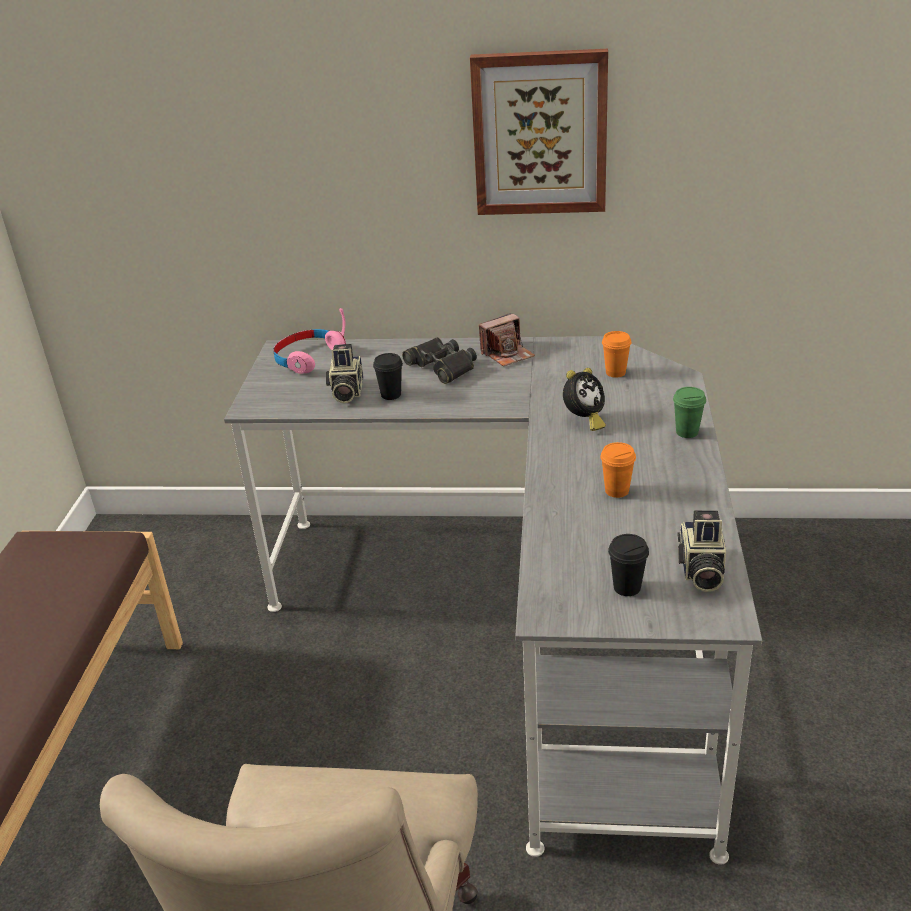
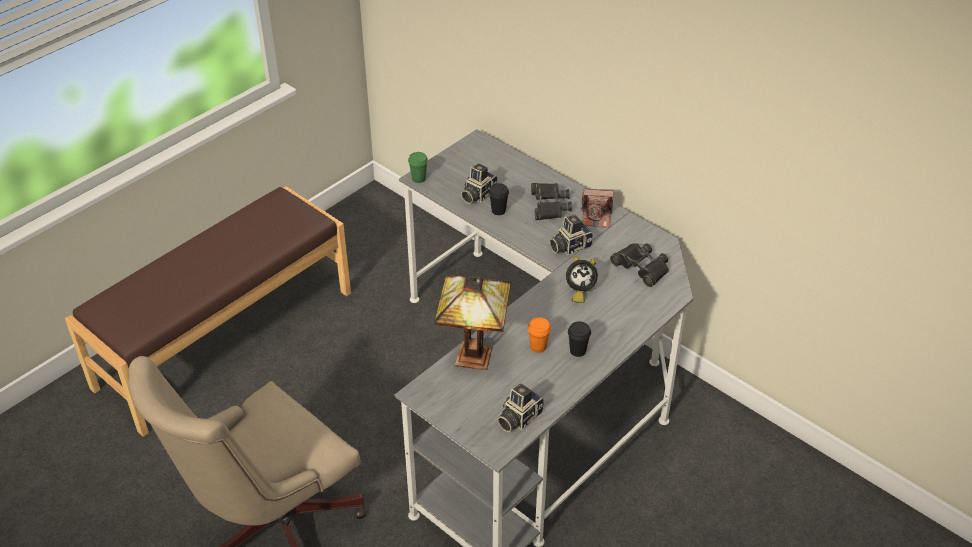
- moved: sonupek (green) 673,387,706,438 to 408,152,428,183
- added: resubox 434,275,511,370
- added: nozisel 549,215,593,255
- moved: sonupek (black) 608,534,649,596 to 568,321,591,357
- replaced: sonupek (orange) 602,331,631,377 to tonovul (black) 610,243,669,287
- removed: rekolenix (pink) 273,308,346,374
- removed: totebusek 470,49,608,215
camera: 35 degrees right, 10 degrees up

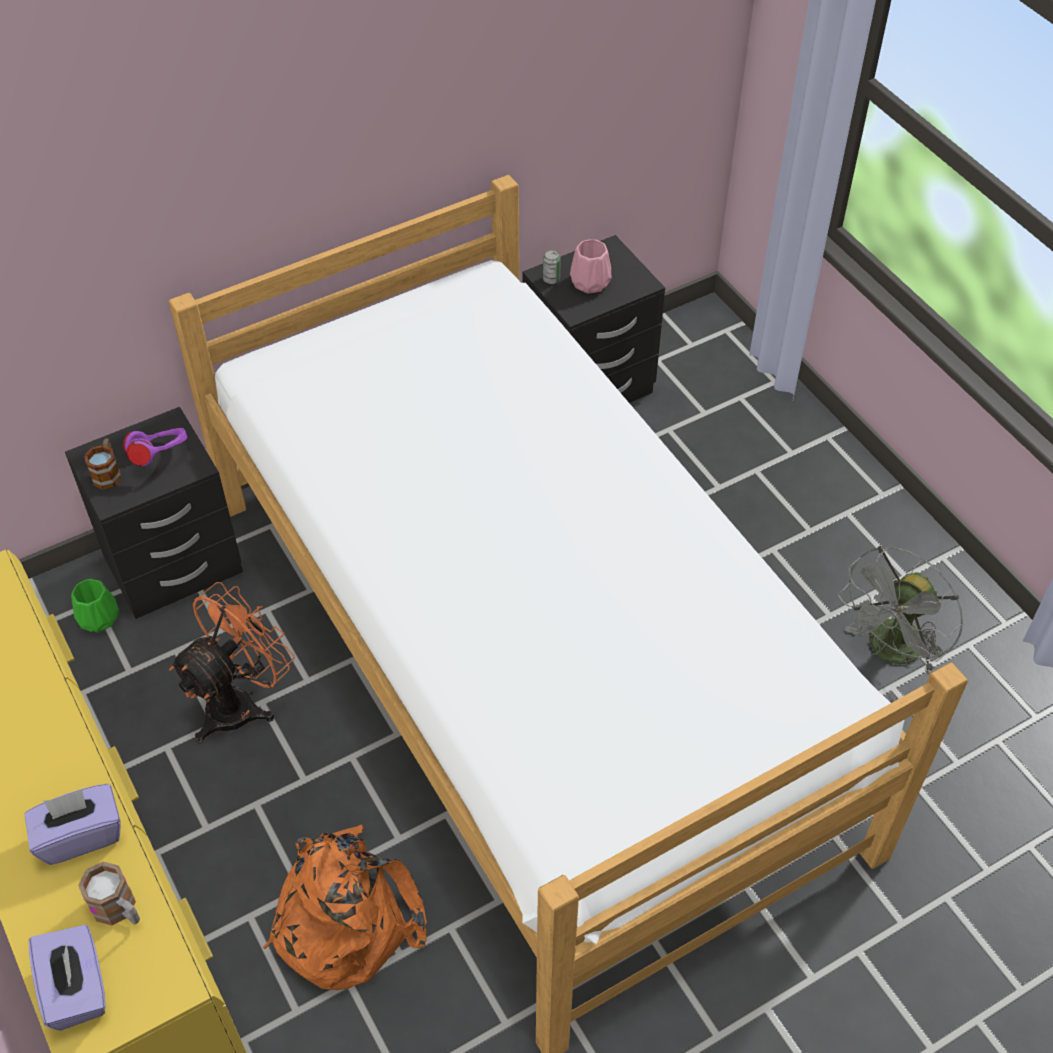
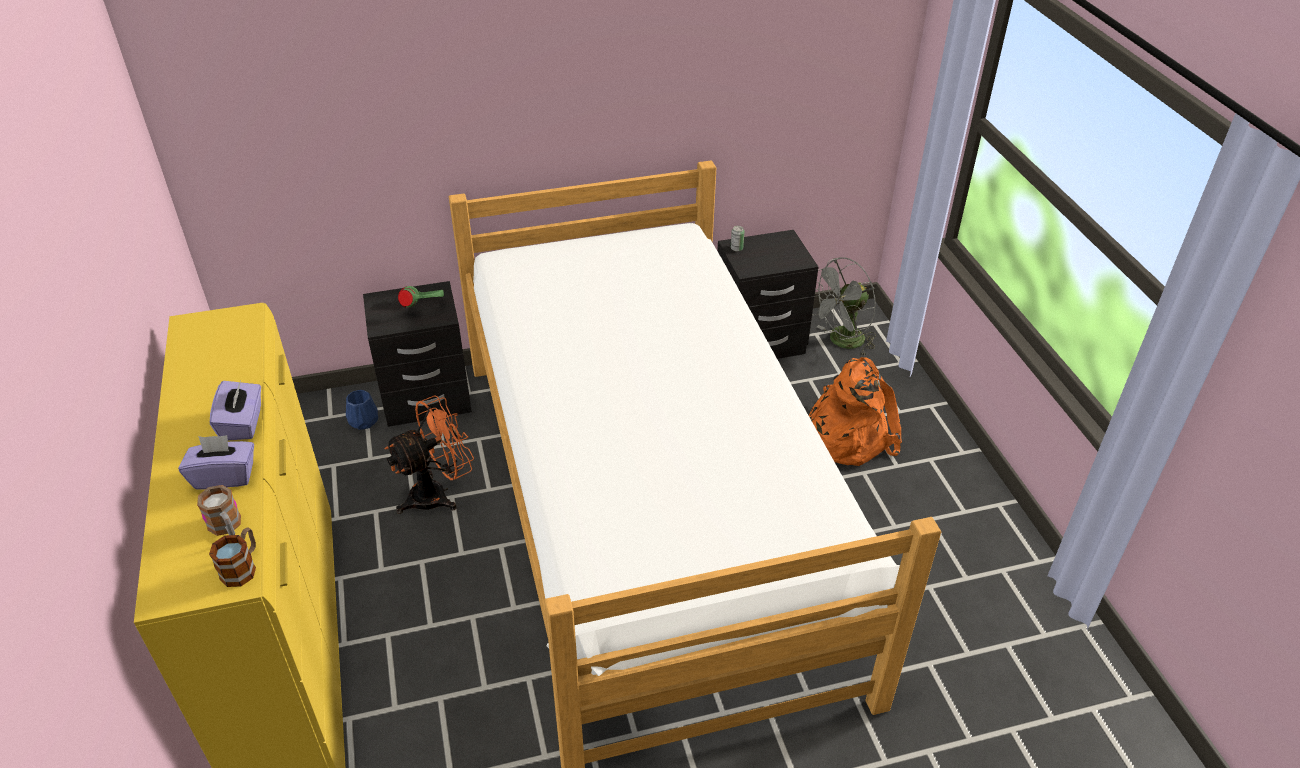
- moved: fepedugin 84,438,121,490 to 209,527,256,587
- moved: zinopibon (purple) 29,925,106,1031 to 210,380,261,440
- recoloured: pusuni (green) 71,579,119,632 to pusuni (blue) 346,390,378,430
- recoloured: rekolenix (purple) 123,428,187,466 to rekolenix (green) 398,286,444,308
- moved: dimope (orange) 263,824,427,990 to 809,357,902,466
- moved: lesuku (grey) 838,546,963,673 to 812,257,876,356
- removed: pusuni (pink) 570,239,611,294
camera: 15 degrees right, 10 degrees down

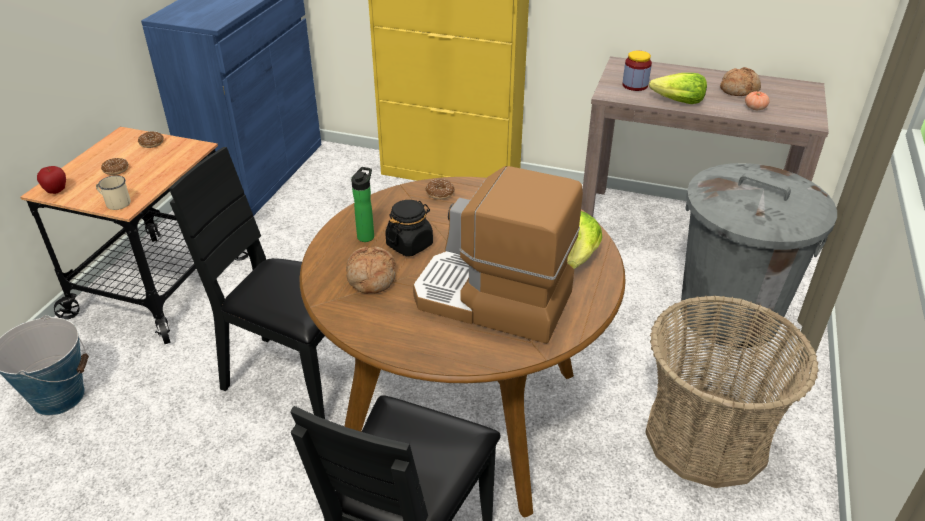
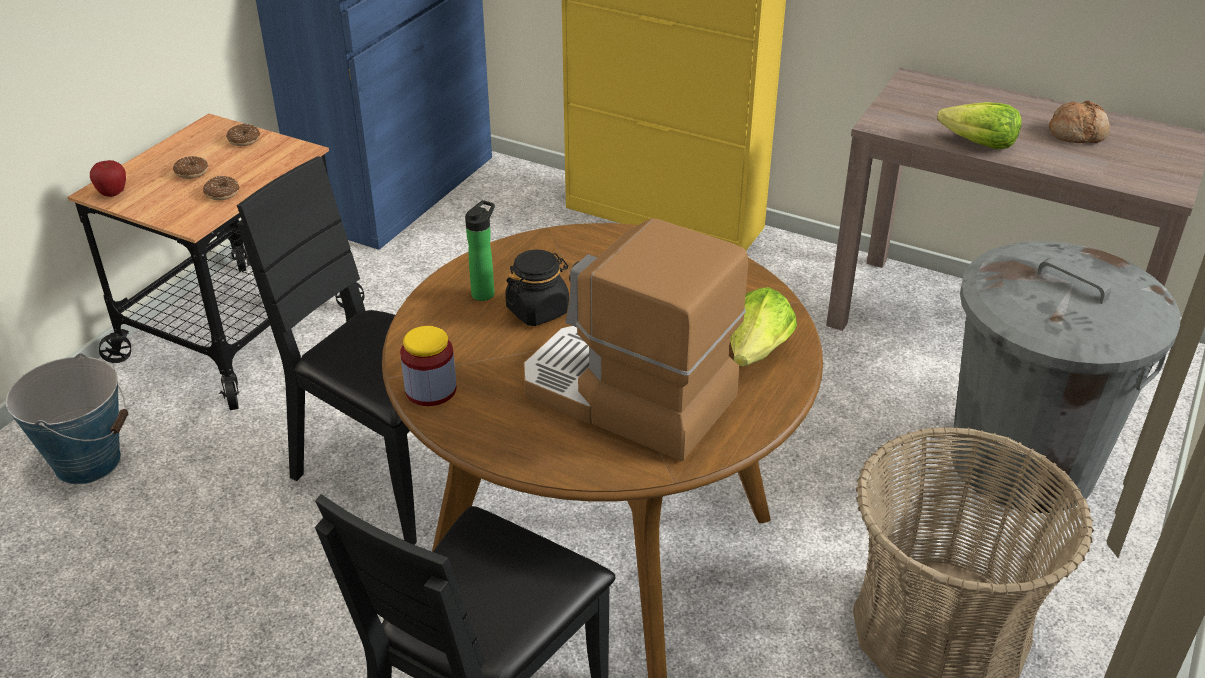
- moved: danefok 426,179,454,200 to 203,176,239,200
- moved: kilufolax 622,51,652,91 to 400,326,457,406
- removed: fepedugin (beige) 96,175,131,210
- removed: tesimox 346,246,395,294
- removed: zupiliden 745,91,770,110
camera: 10 degrees right, 0 degrees up

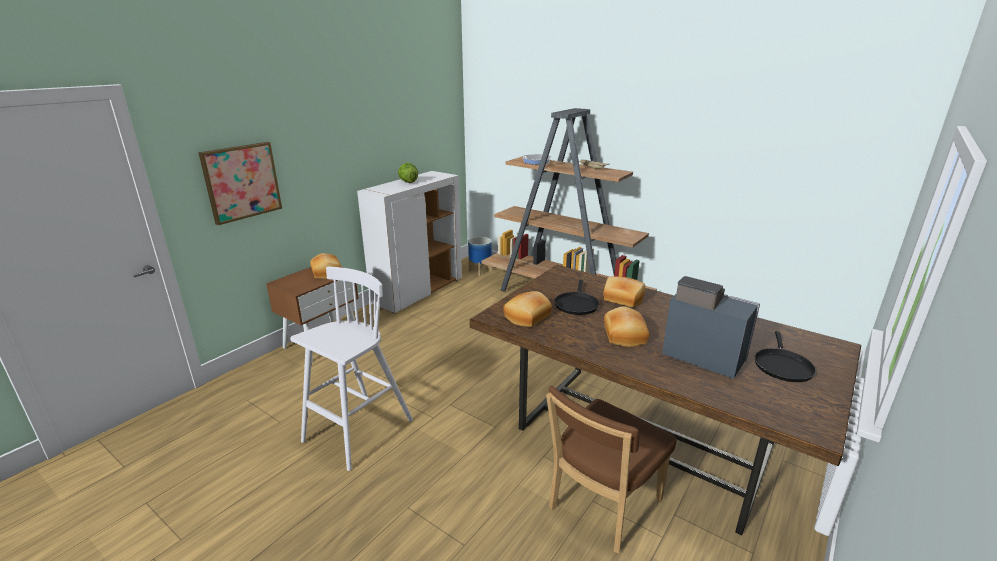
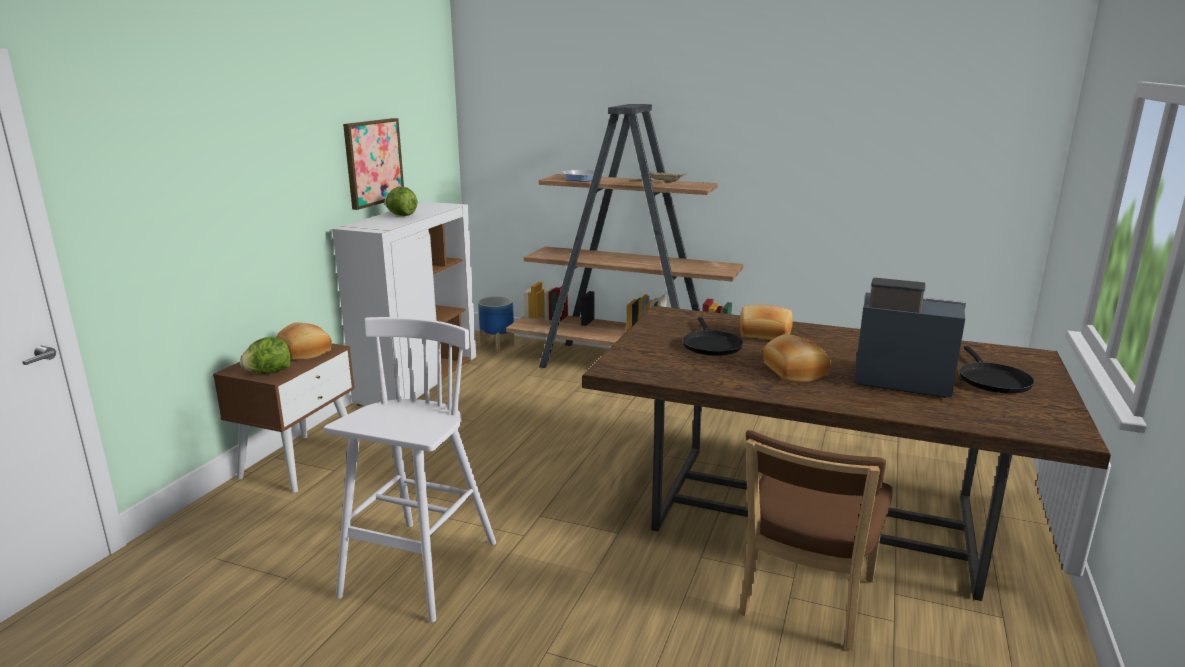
- added: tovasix 240,337,291,374
- moved: totebusek 198,142,282,225 to 343,118,404,210
- removed: tesimox 503,291,552,327
camera: 15 degrees left, 5 degrees down

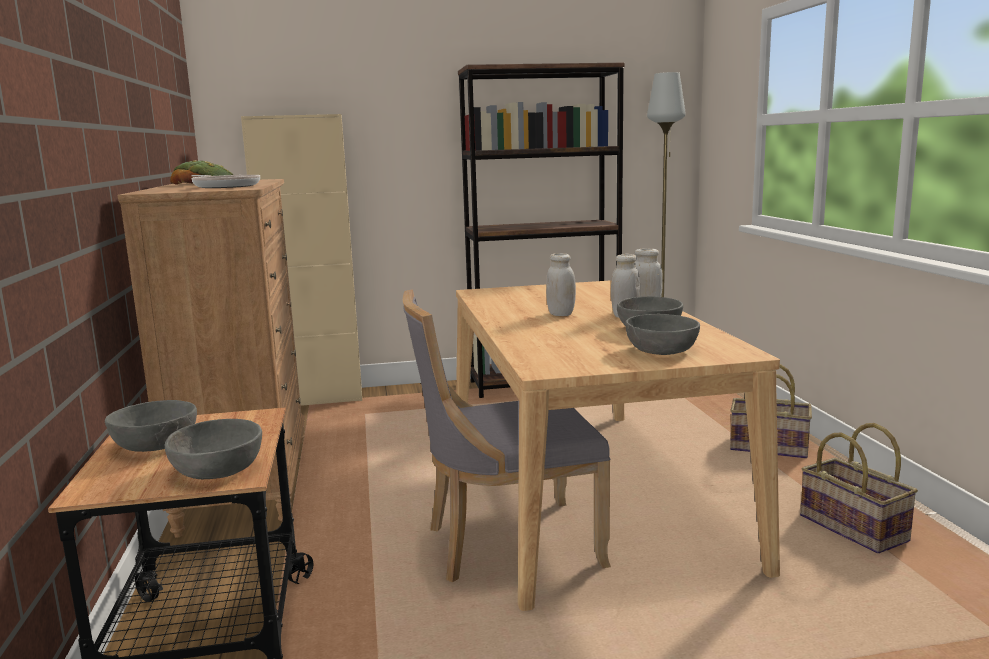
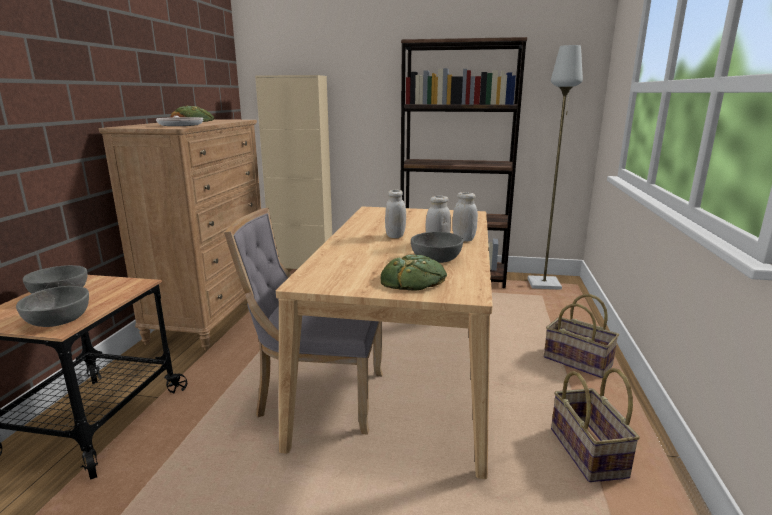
- replaced: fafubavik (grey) 625,314,700,355 to tesimox 381,255,447,290
camera: 20 degrees right, 5 degrees up

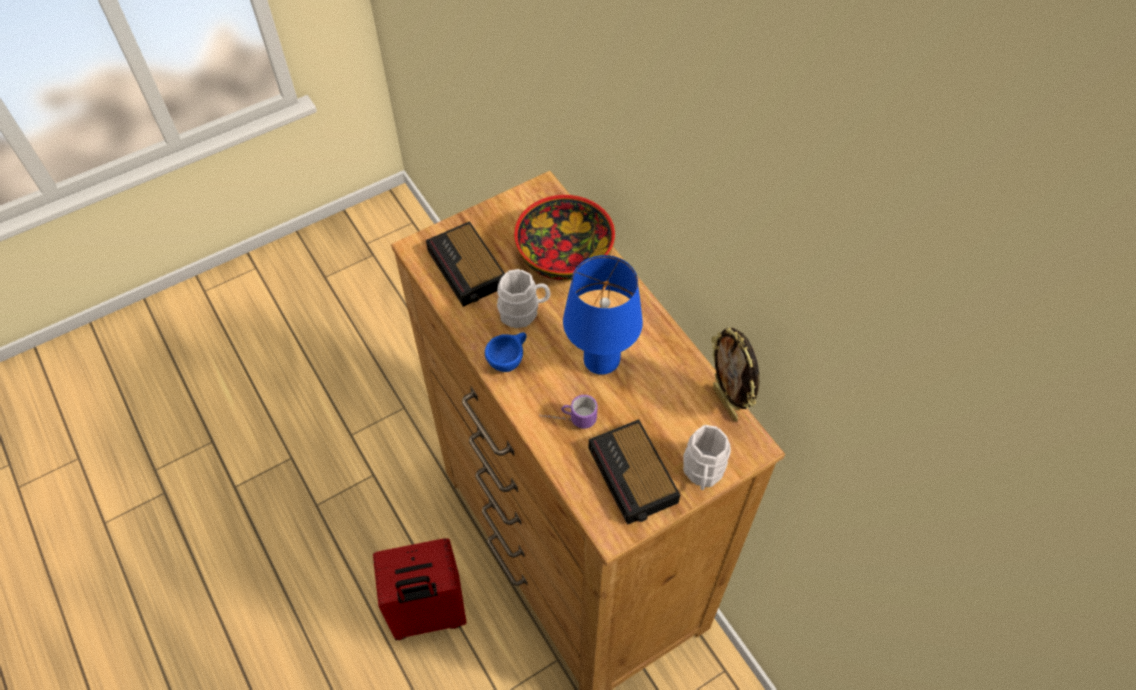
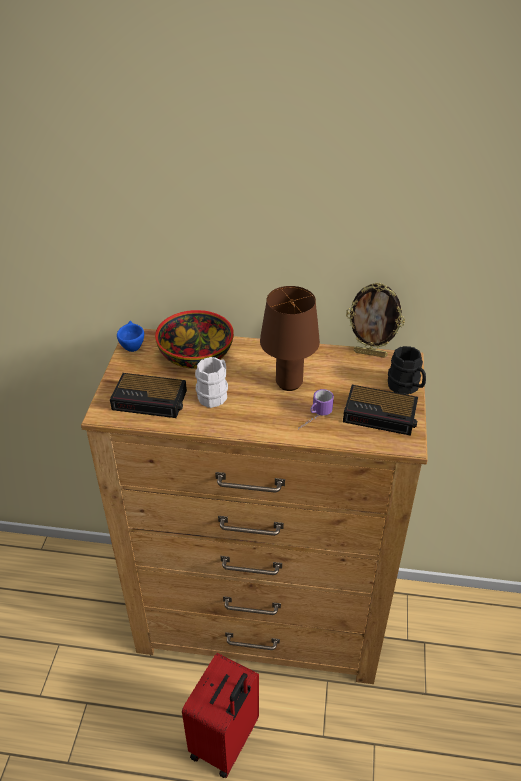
- moved: sonupek (blue) 485,332,527,372 to 117,321,144,352
- recoloured: resubox (blue) 563,255,643,375 to resubox (brown) 260,286,320,391
- recoloured: fepedugin (white) 683,425,731,490 to fepedugin (black) 388,346,426,395
camera: 50 degrees left, 15 degrees down

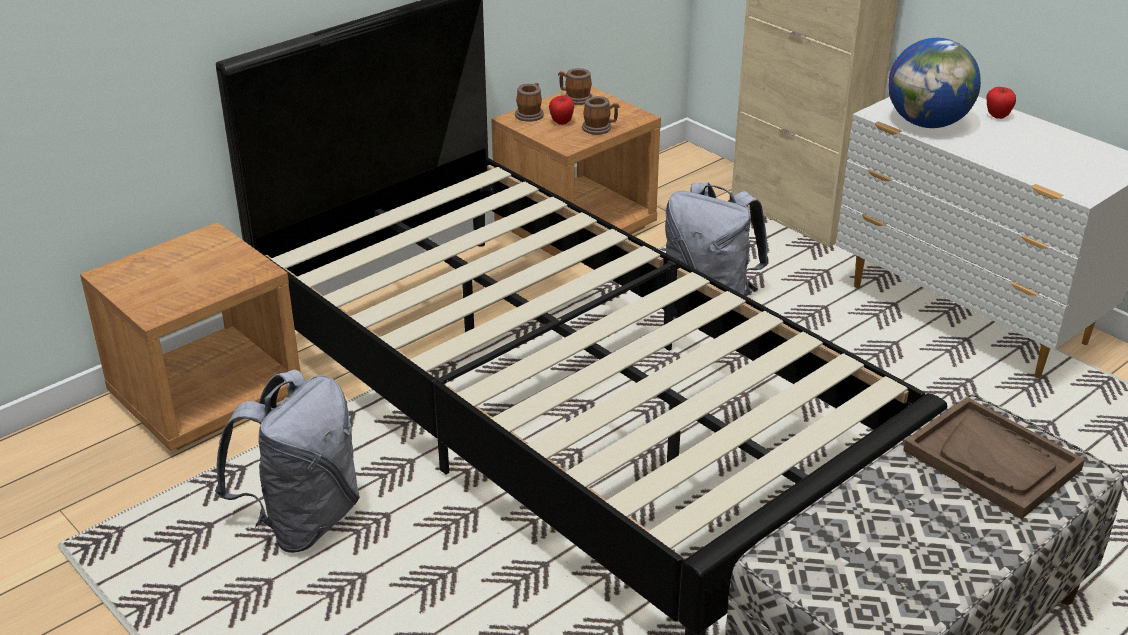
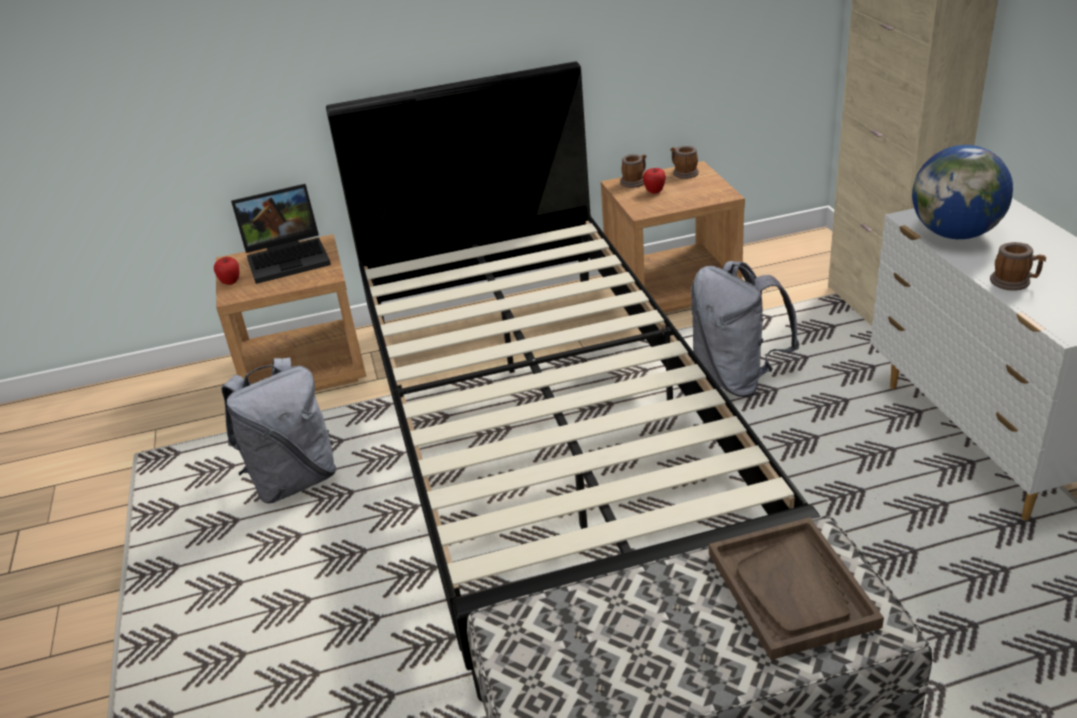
- moved: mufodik 987,87,1016,119 to 214,257,240,285
- added: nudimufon 231,184,331,284
- moved: fepedugin 582,96,619,135 to 990,242,1046,291
camera: 30 degrees right, 0 degrees up

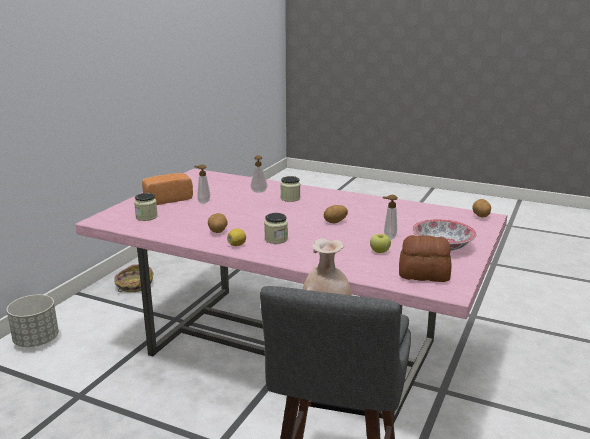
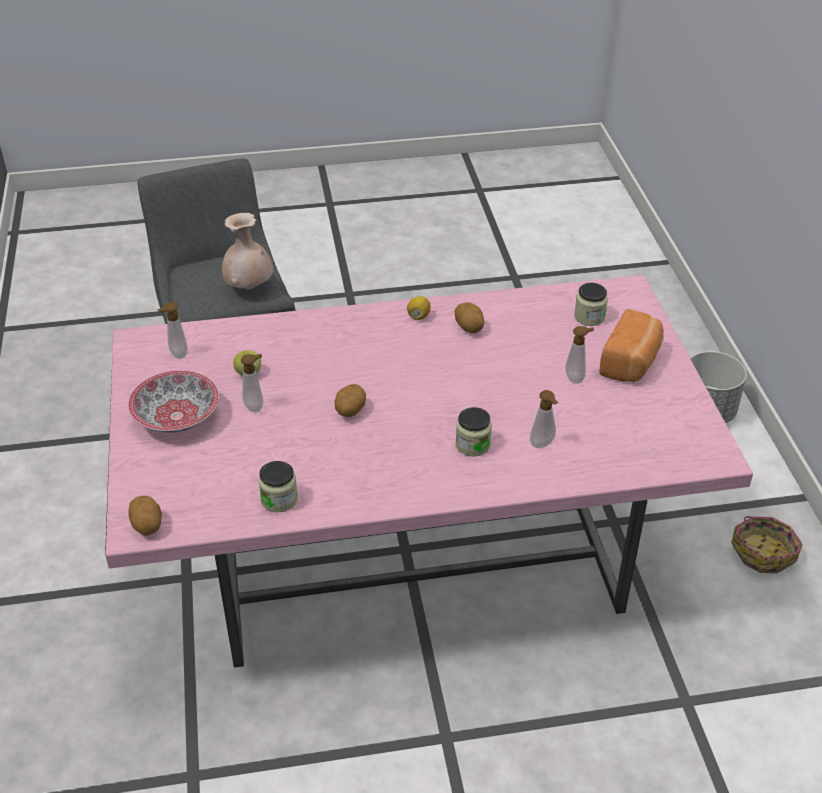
- replaced: tesimox 399,235,452,282 to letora 157,302,188,359
- moved: kilufolax 264,213,288,244 to 258,461,298,512
camera: 145 degrees right, 20 degrees up

